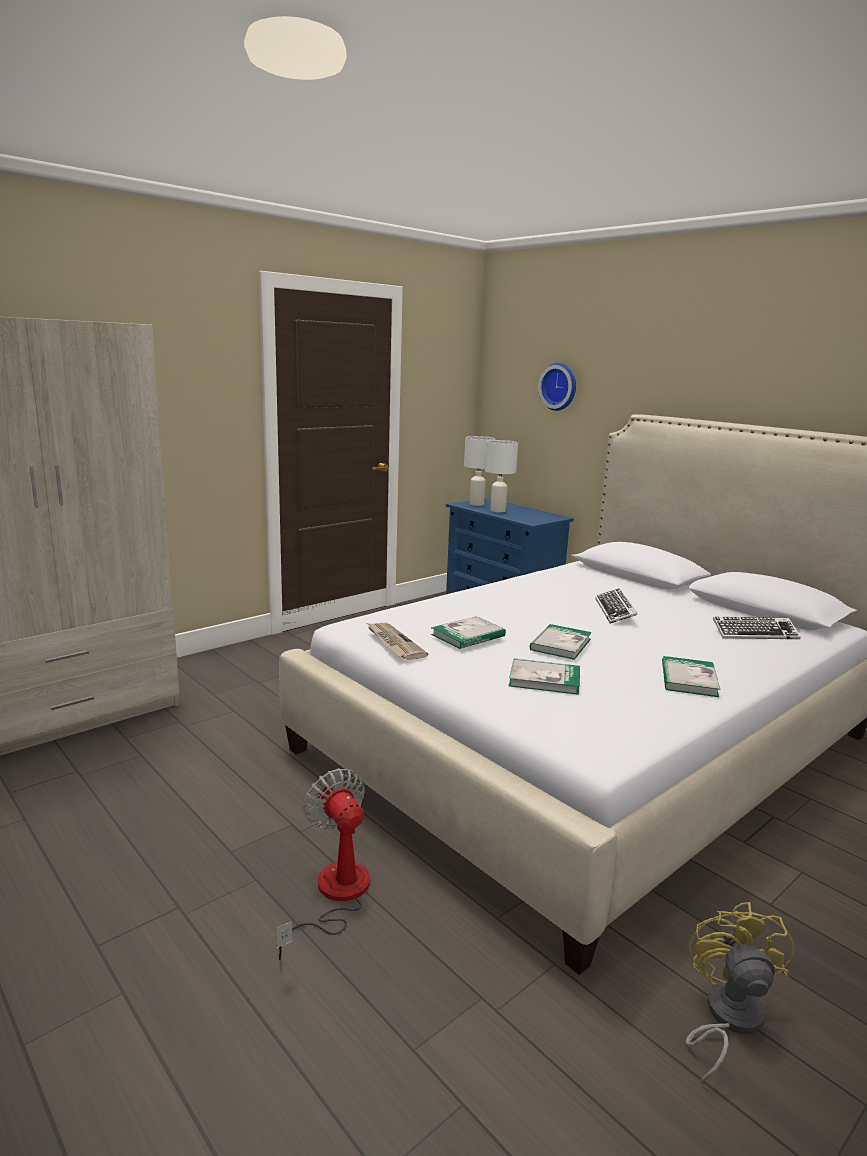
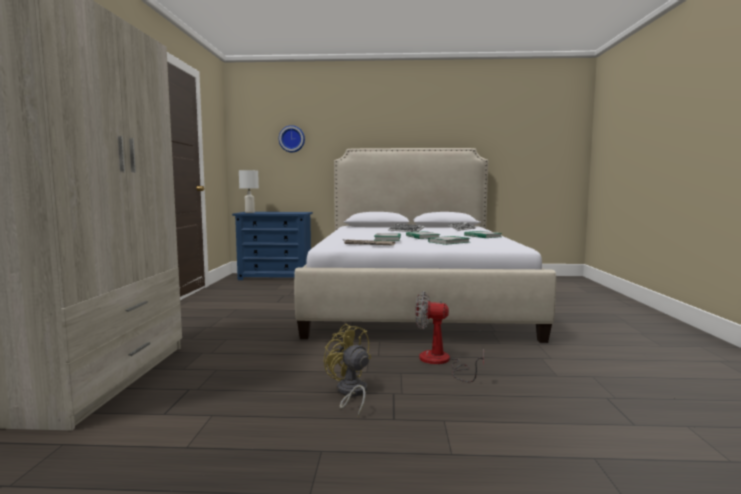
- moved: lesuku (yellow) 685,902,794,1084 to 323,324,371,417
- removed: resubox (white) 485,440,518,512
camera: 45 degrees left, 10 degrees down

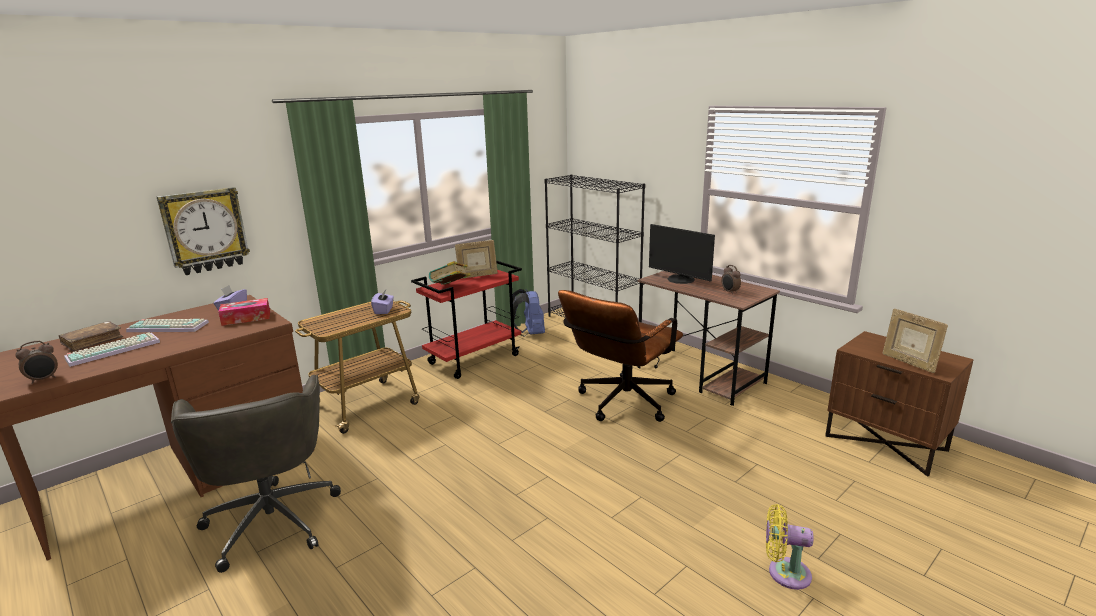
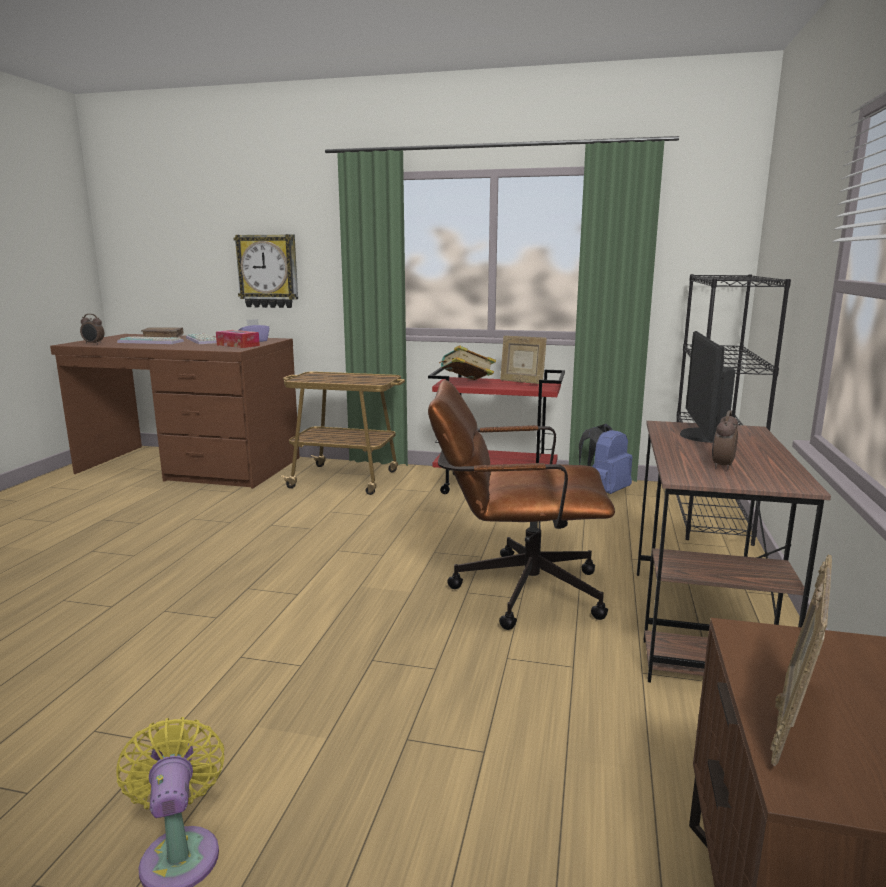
- removed: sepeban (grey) 171,375,341,573
- removed: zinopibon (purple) 371,290,394,314
camera: 55 degrees right, 5 degrees down

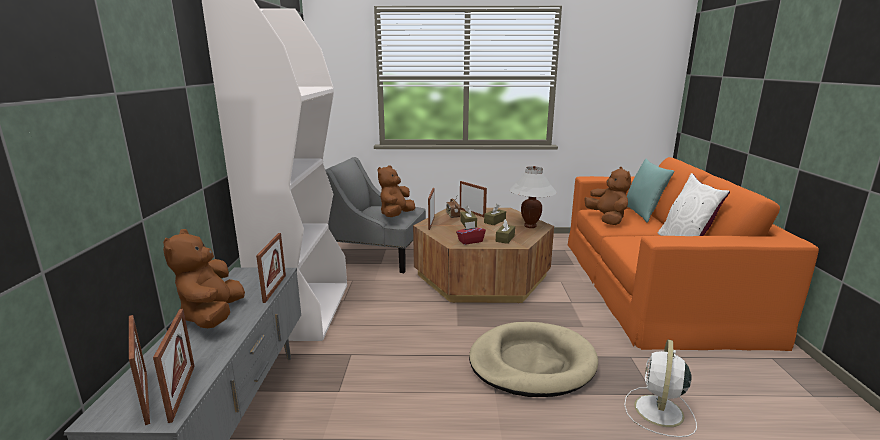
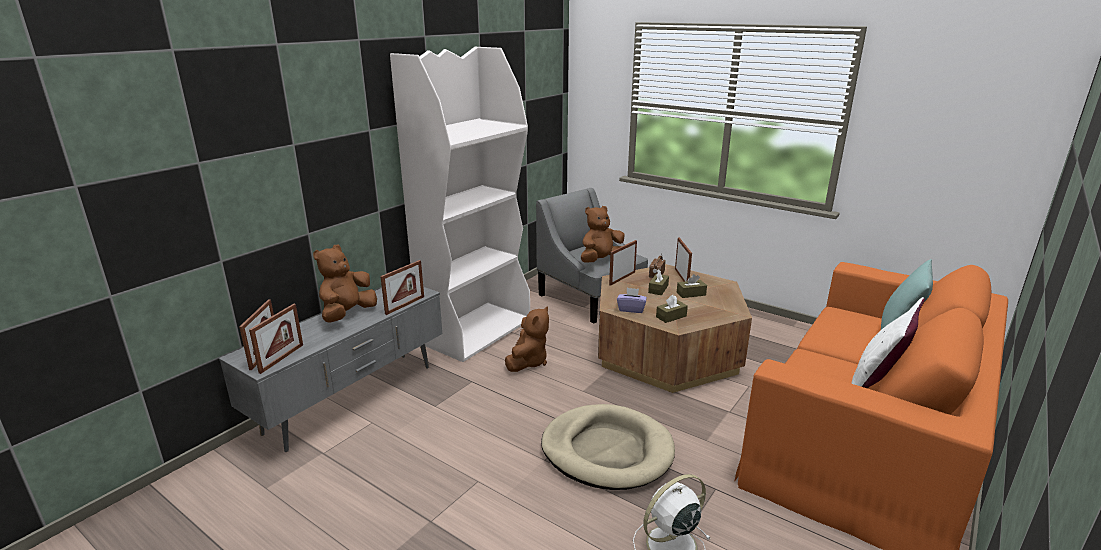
- moved: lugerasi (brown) 584,167,631,225 to 505,307,549,372
- recoloured: zinopibon (red) 456,221,486,245 to zinopibon (purple) 617,288,647,313
- removed: resubox (white) 509,166,557,228
camera: 35 degrees right, 5 degrees up

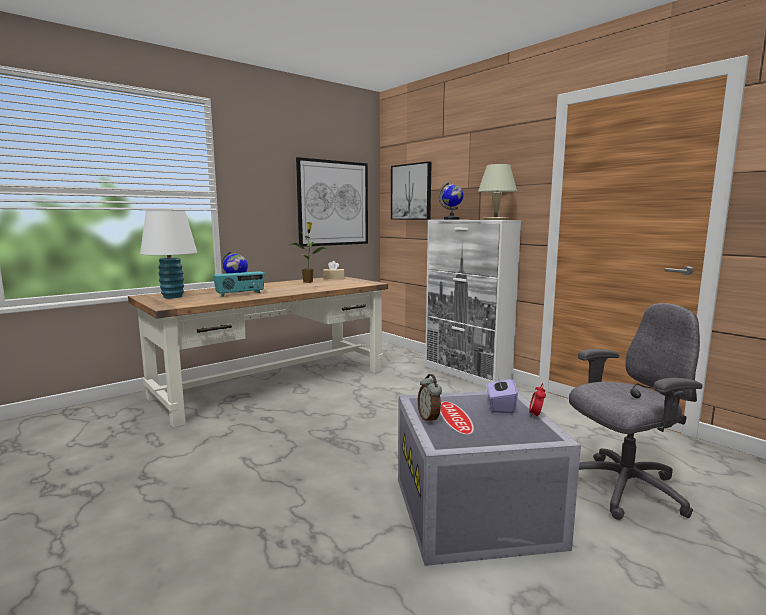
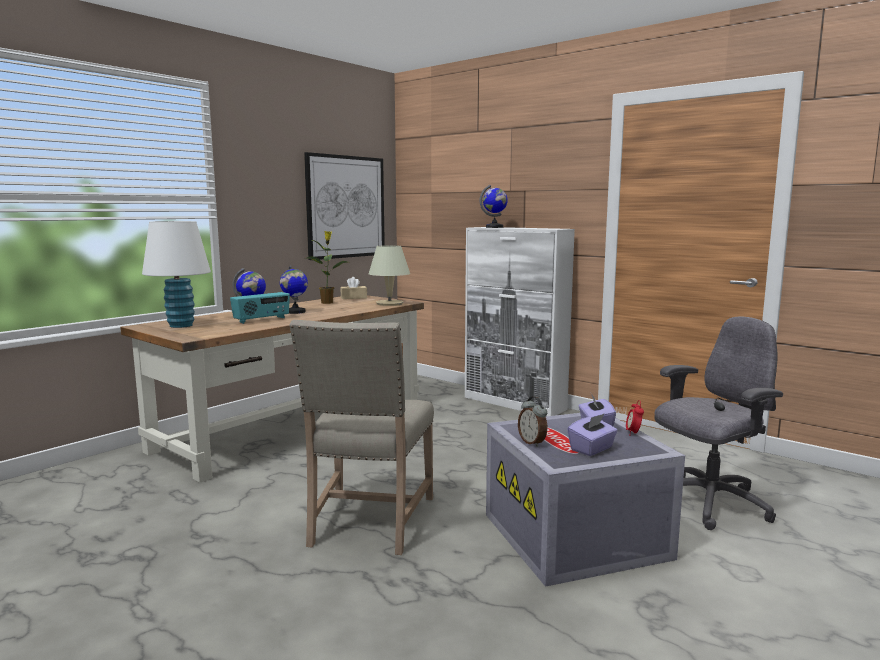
- added: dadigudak 280,265,308,314
- added: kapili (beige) 290,320,434,555
- moved: resubox (beige) 478,164,517,220 to 369,245,410,306
- added: zinopibon (purple) 567,414,618,456
- removed: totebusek 391,161,432,220
camera: 10 degrees left, 0 degrees up

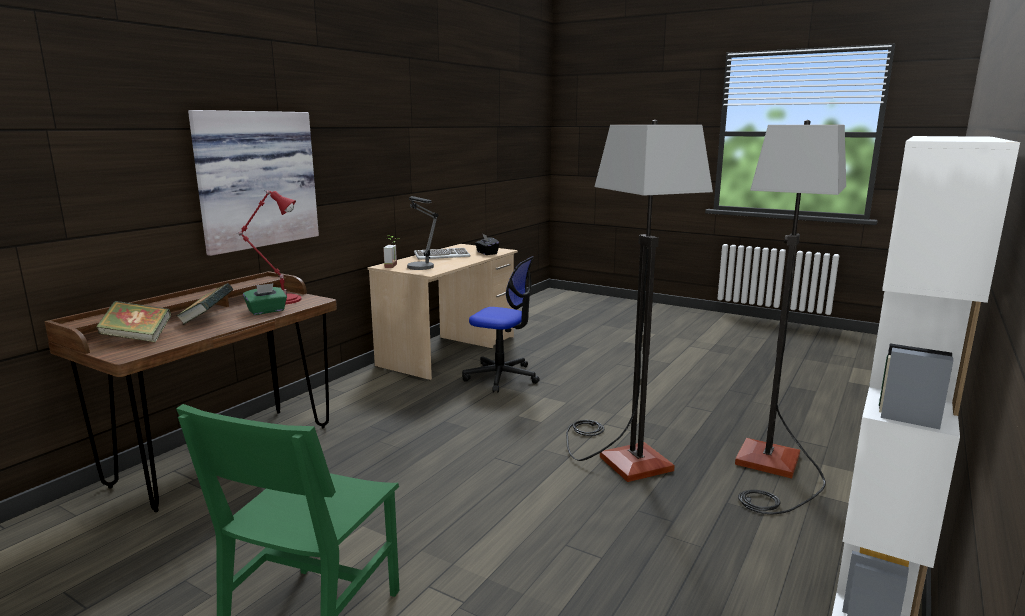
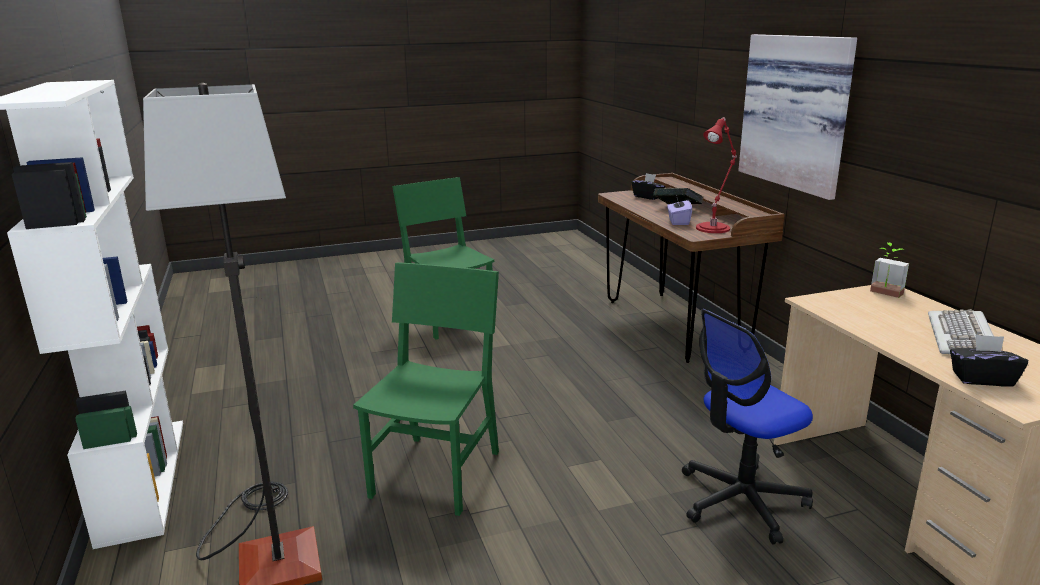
- replaced: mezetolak 566,120,713,482 to kapili (green) 353,262,499,516
- replaced: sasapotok 96,301,171,342 to zinopibon (black) 632,173,665,200
- recoloured: zinopibon (green) 243,283,287,315 to zinopibon (purple) 667,195,692,225
- removed: resubox 407,196,438,270
camera: 130 degrees right, 5 degrees up

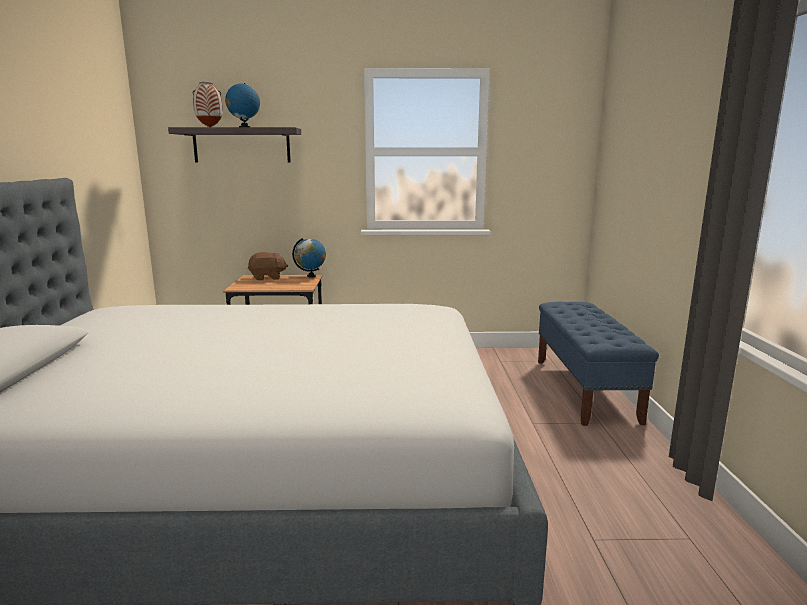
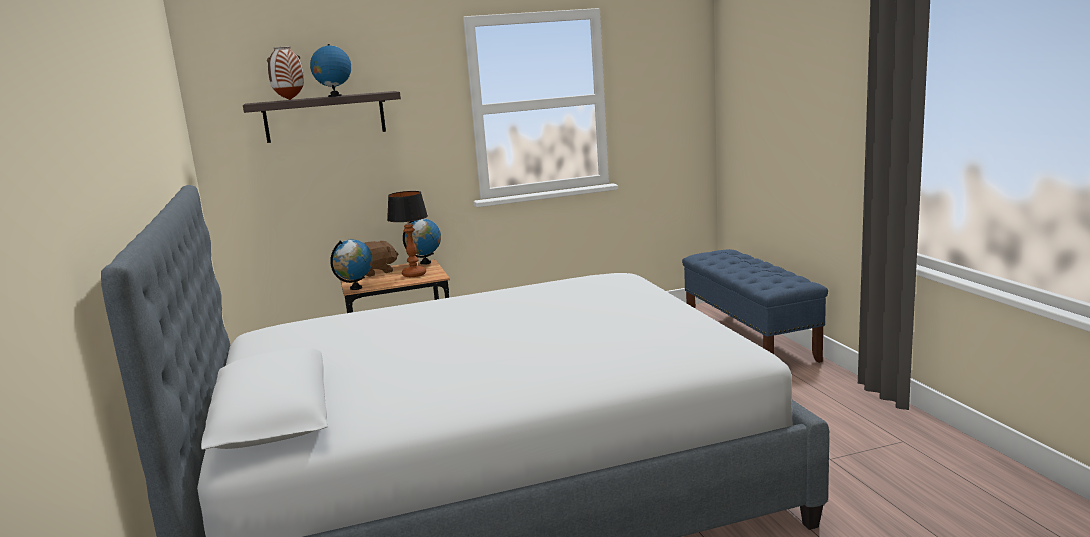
- added: dadigudak 330,240,373,290
- added: resubox 387,191,428,277
camera: 15 degrees left, 0 degrees up

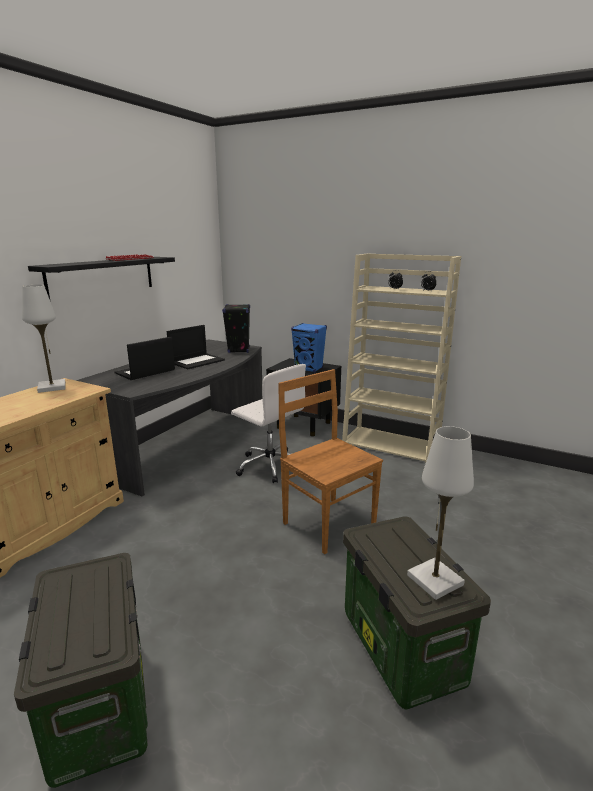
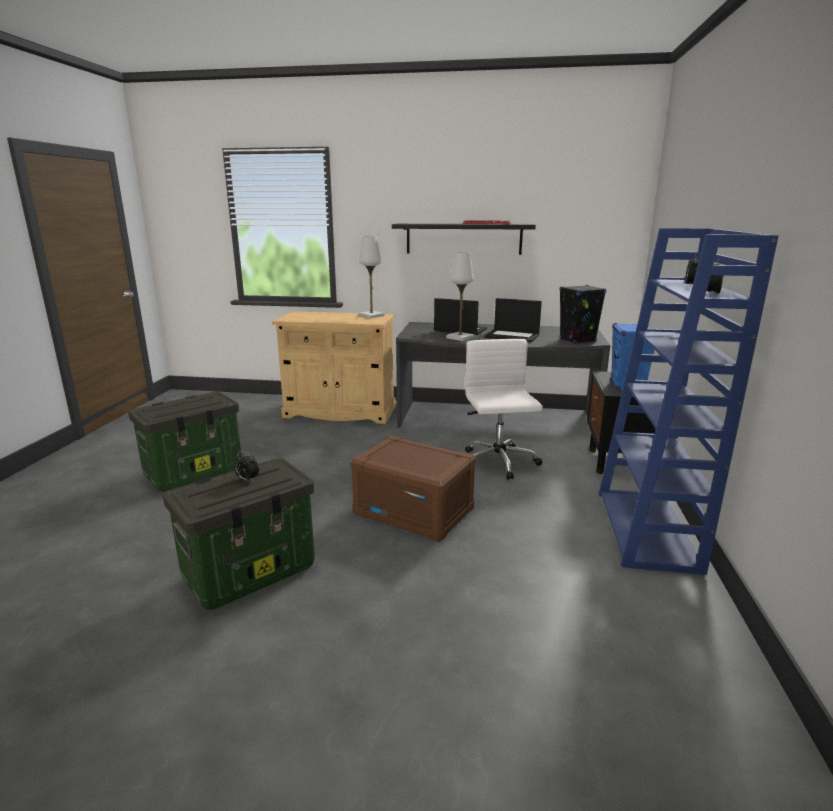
- added: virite 234,451,259,481
- replaced: kapili (brown) 278,369,383,554 to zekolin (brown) 350,435,476,542
- moved: resubox (white) 407,426,474,600 to 446,252,474,341
- turned: sepeban (white) 231,364,306,483 = 465,339,543,480 150 degrees clockwise
- recoloured: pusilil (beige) 342,253,461,464 to pusilil (blue) 599,228,779,575
camera: 70 degrees right, 0 degrees up

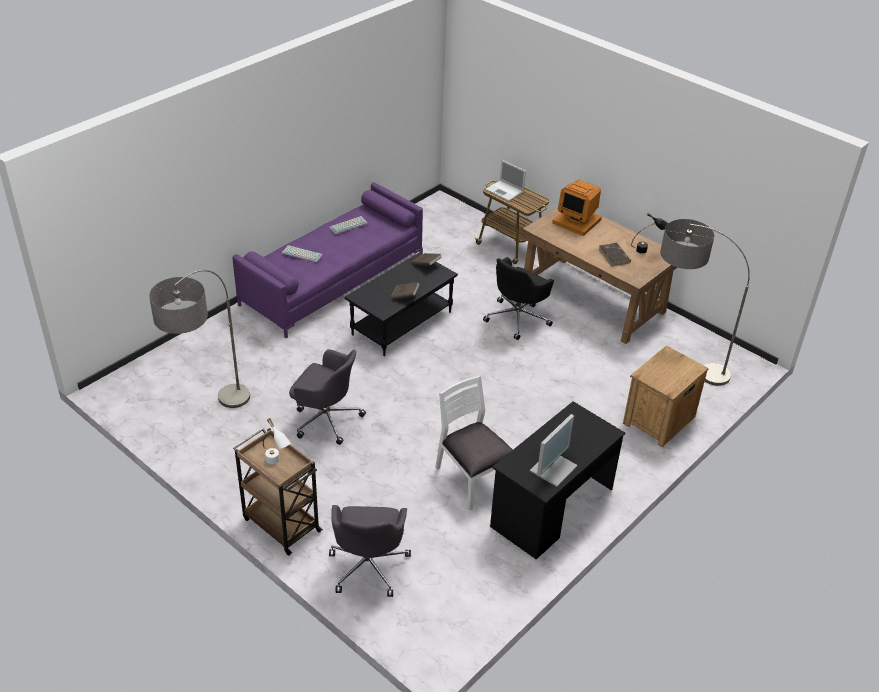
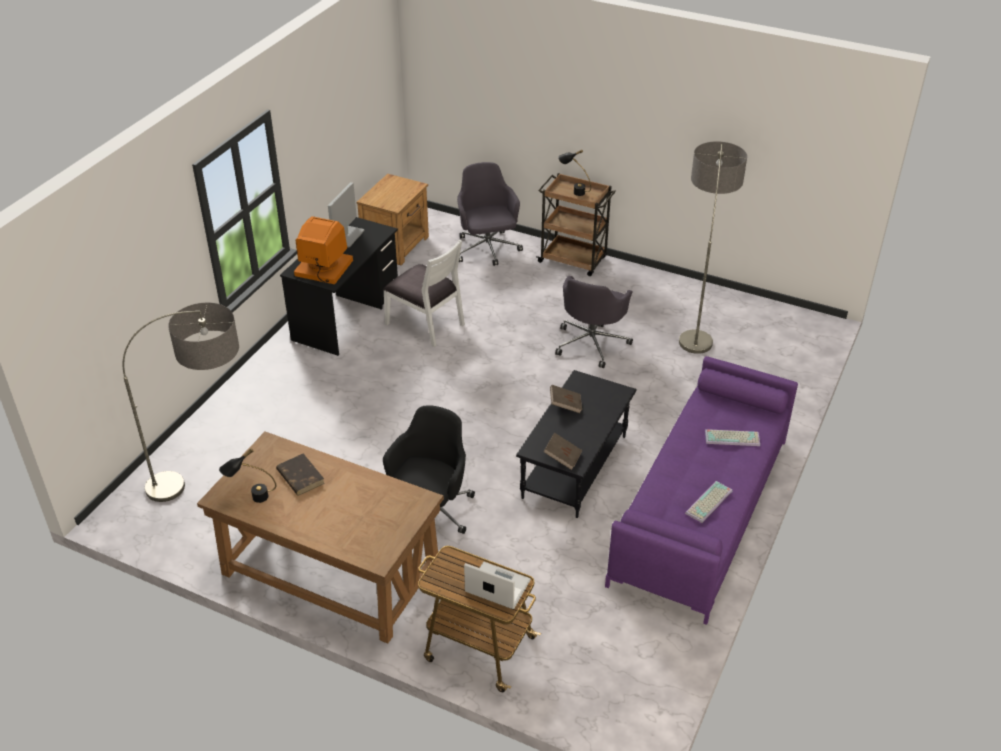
- moved: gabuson 552,180,602,236 to 294,216,353,284
- moved: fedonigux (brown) 623,345,709,447 to 356,174,429,265
- turned: sepeban (grey) 289,349,366,445 = 555,276,633,368 75 degrees counterclockwise
- recoloured: resubox (white) 263,418,291,464 to resubox (black) 558,150,591,196
camera: 165 degrees right, 0 degrees up

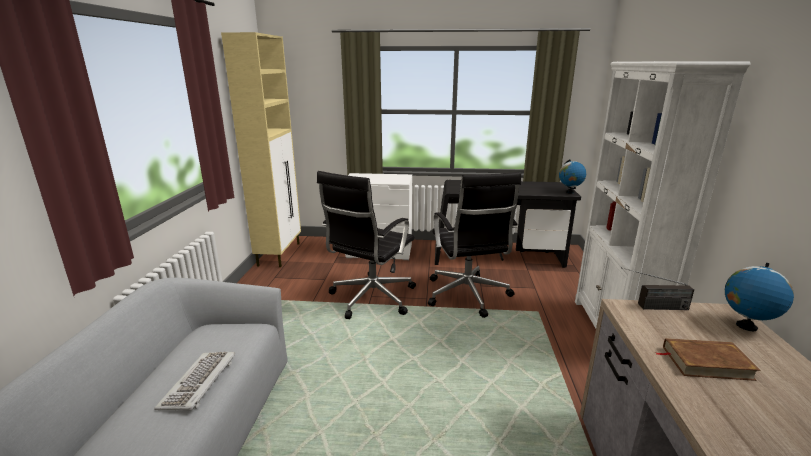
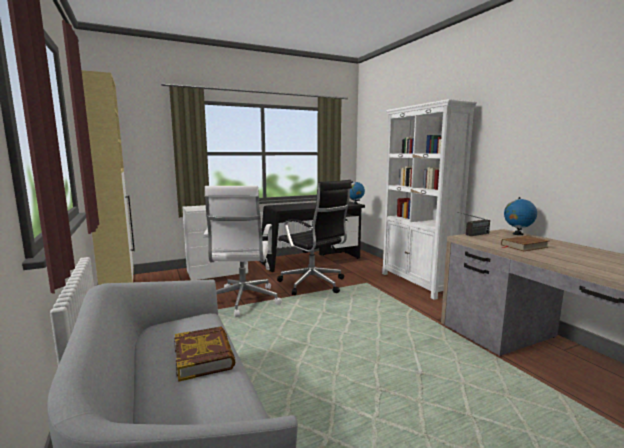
- replaced: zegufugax 154,352,235,410 to sasapotok 174,326,235,382
- recoloured: sepeban (black) 317,171,416,319 to sepeban (white) 203,186,282,317
camera: 30 degrees left, 10 degrees down

